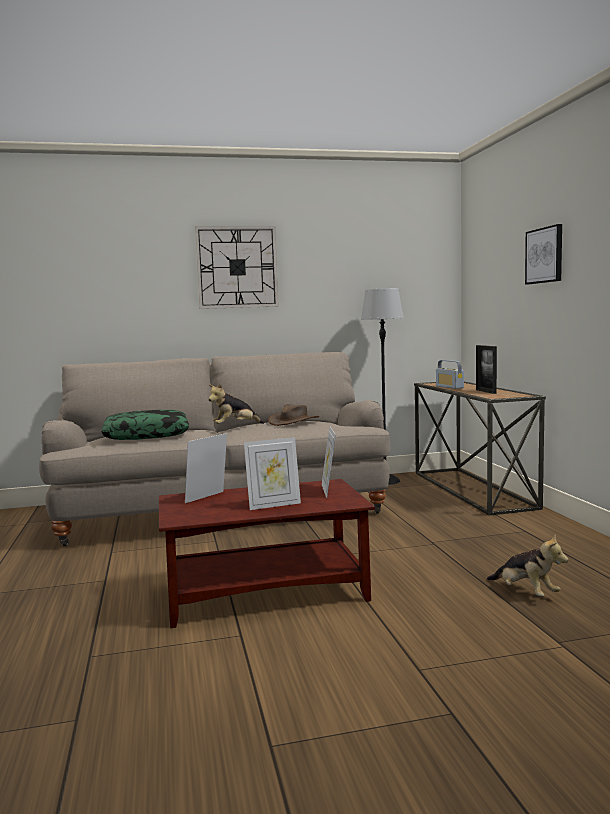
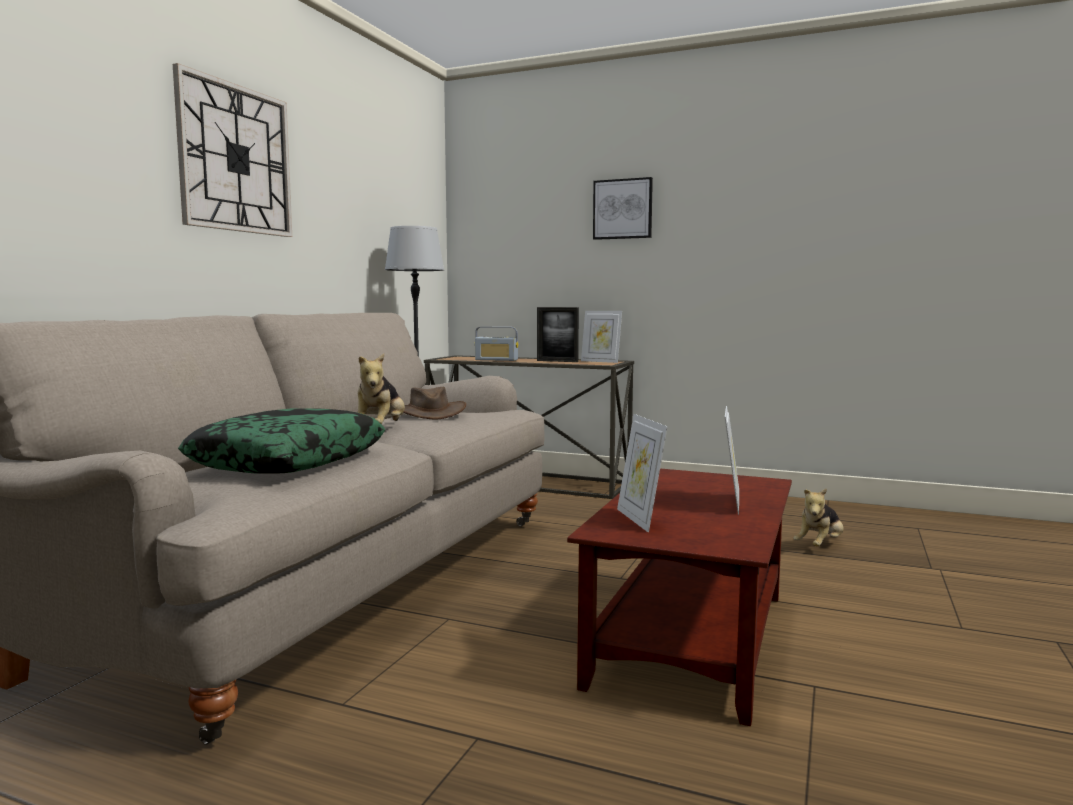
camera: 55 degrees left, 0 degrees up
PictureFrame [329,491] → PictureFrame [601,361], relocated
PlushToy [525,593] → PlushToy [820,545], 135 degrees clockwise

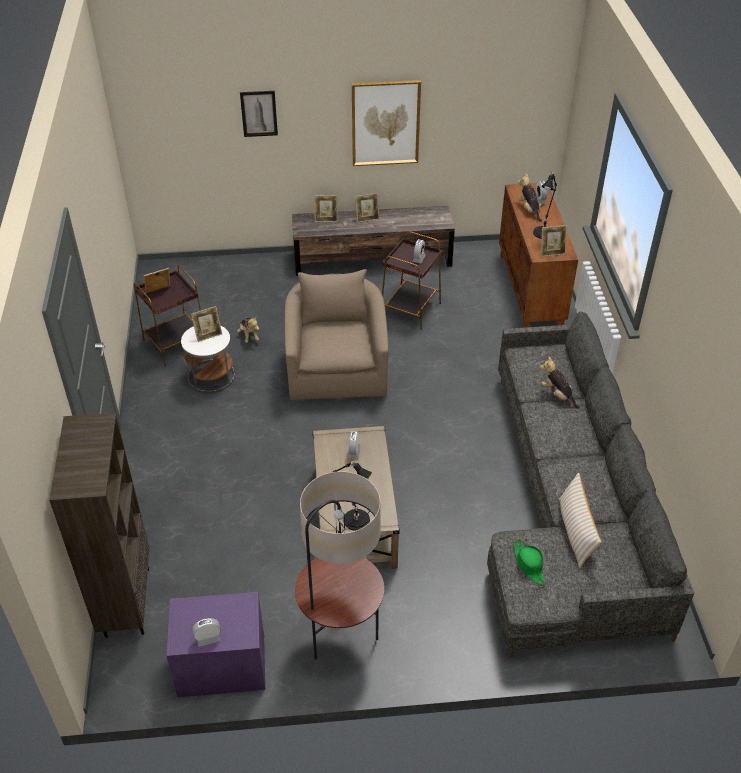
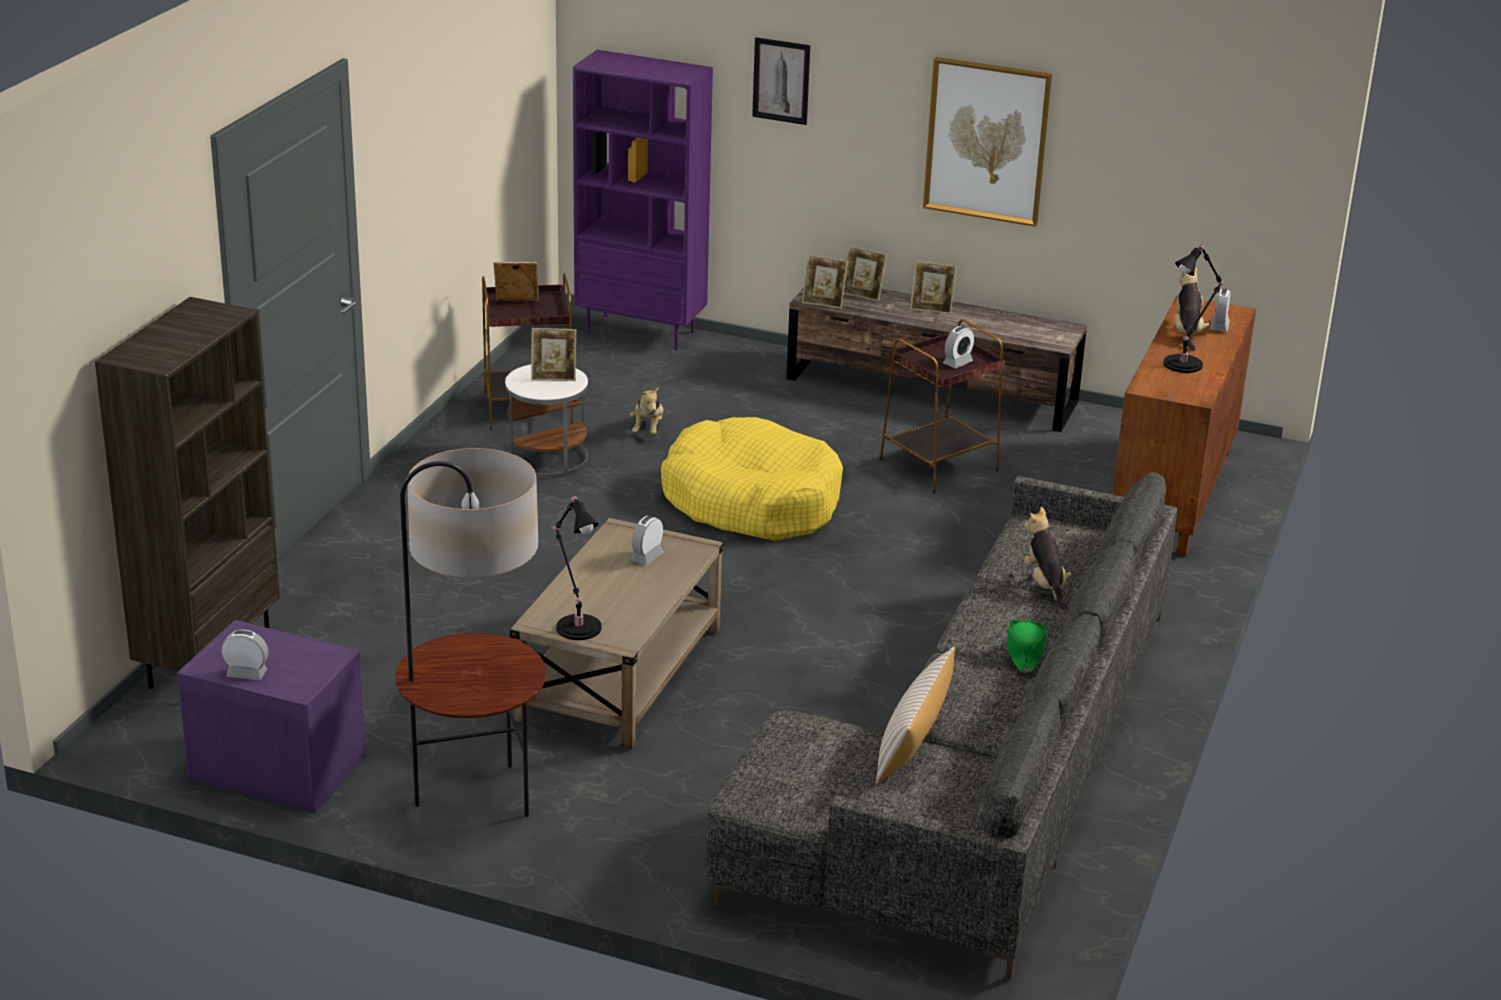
camera: 25 degrees right, 15 degrees down
- → PurpleBookcase [642,332]
GreenHat [529,565] → GreenHat [1024,651], relocated
PictureFrame [552,252] → PictureFrame [823,303], relocated
BeigeArmchair [337,368] → YellowDogBed [751,501]

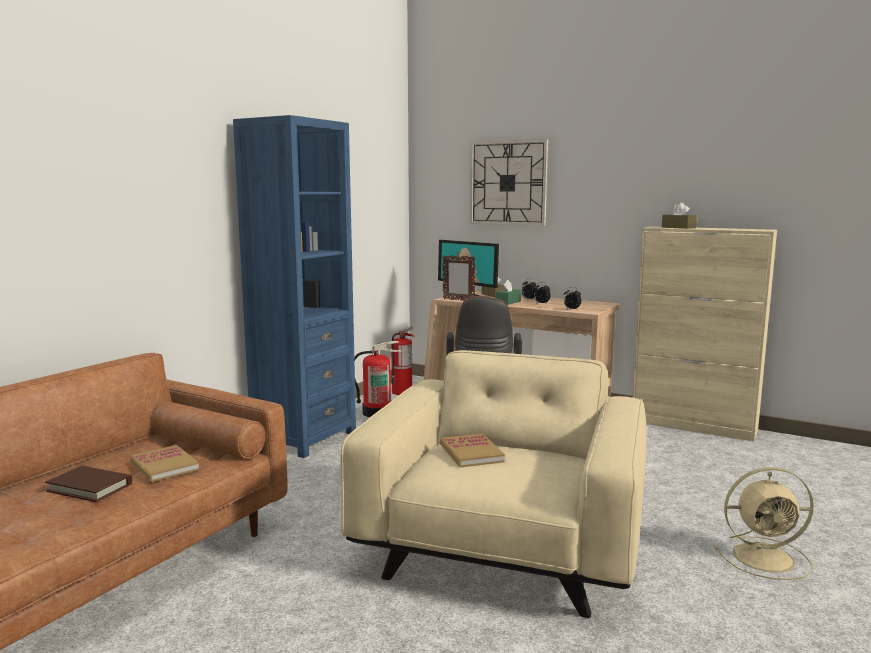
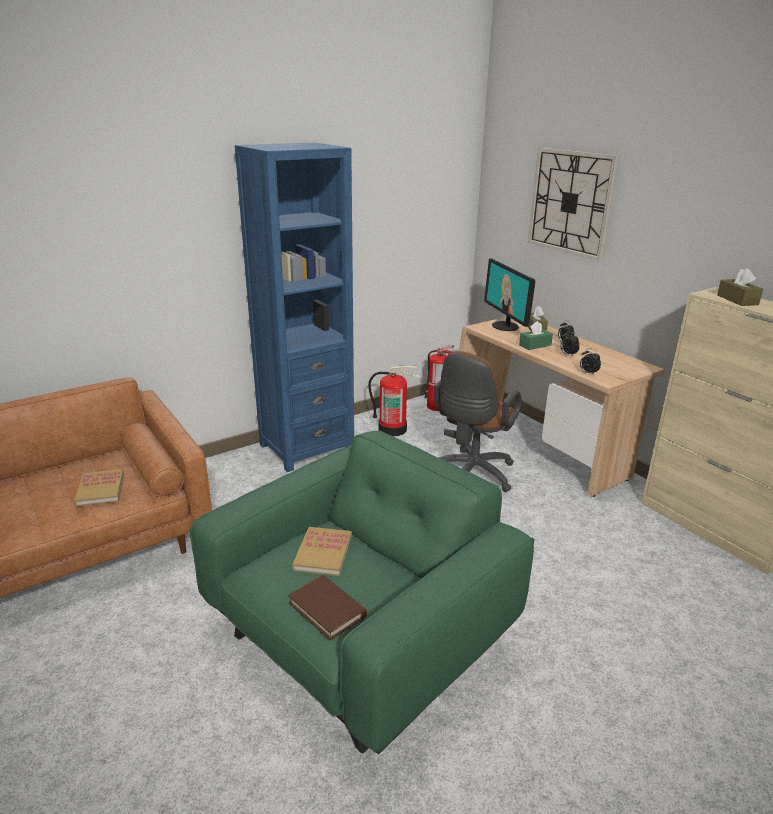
camera: 25 degrees right, 15 degrees up
PictureFrame [458,300] → -
BeigeFan [766,558] → -
BrownBook [90,487] → BrownBook [327,609], relocated
BeigeArmchair [503,548] → GreenArmchair [361,637]

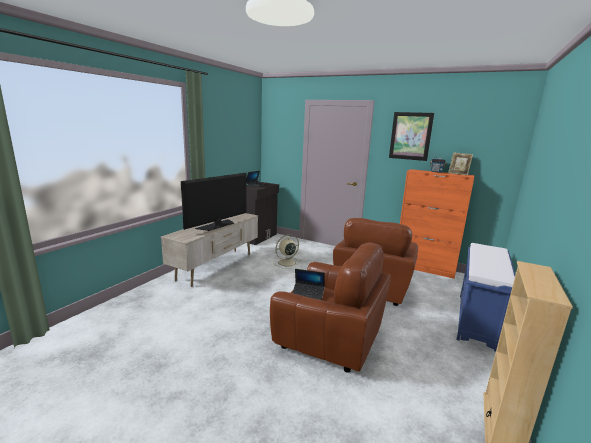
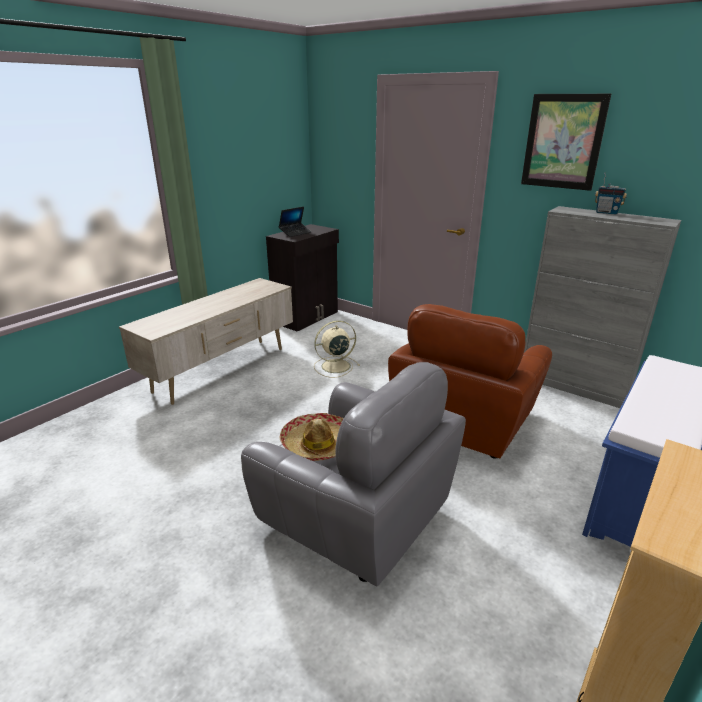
camera: 10 degrees right, 10 degrees up
Television [217,225] → -
PictureFrame [458,174] → -
Laptop [308,295] → Hat [317,444]
BrownArmchair [329,340] → GreyArmchair [355,517]
OrangeCabinet [424,268] → GreyCabinet [573,386]

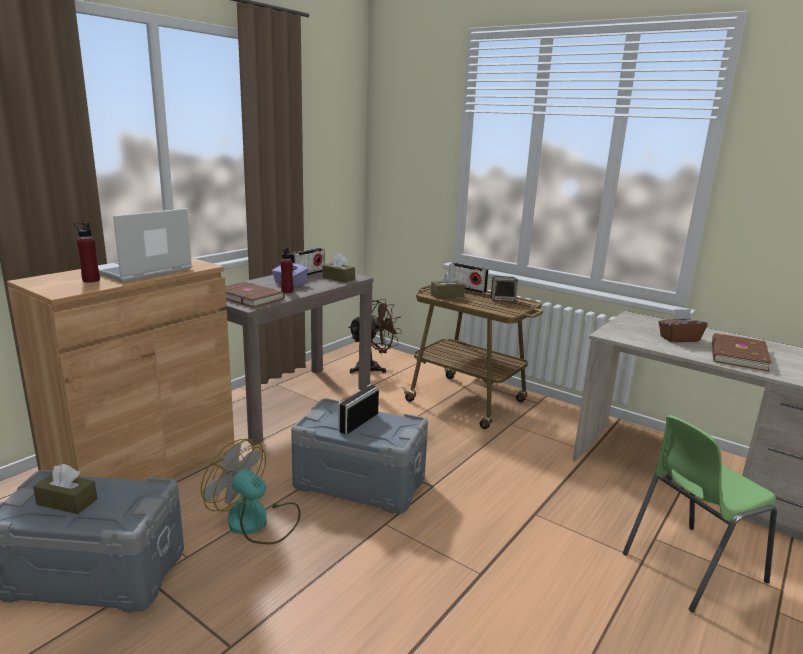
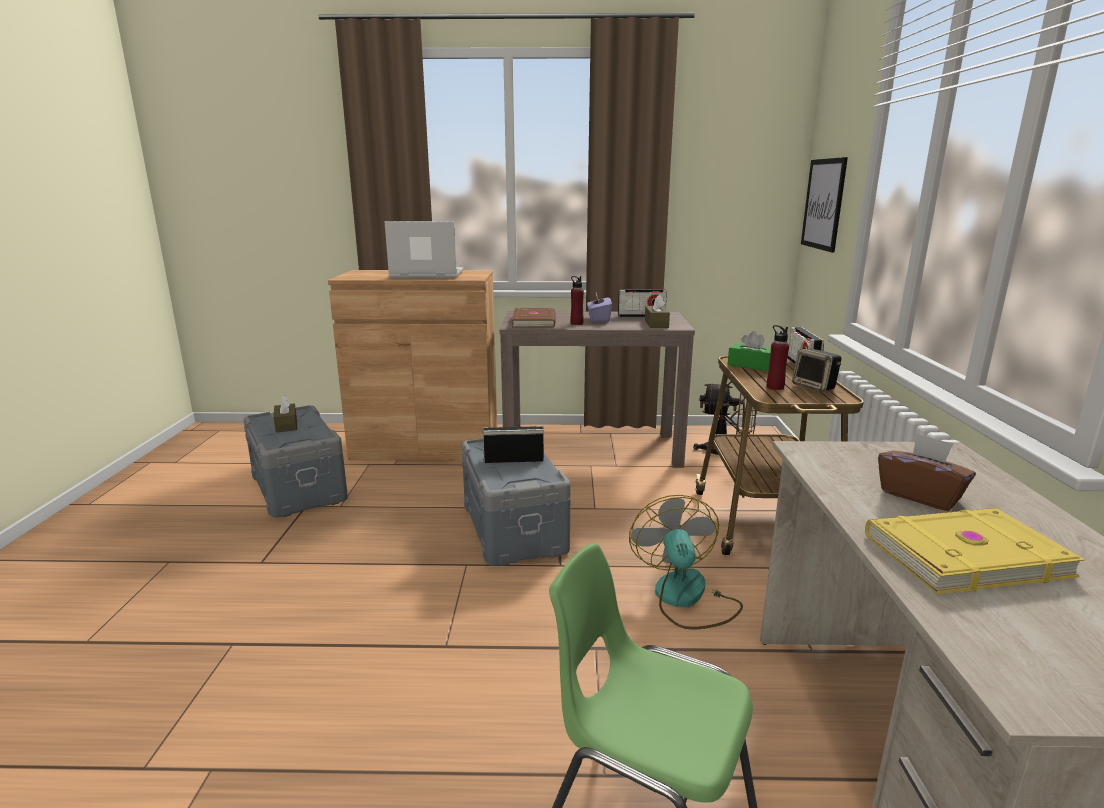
camera: 55 degrees right, 0 degrees up
- → Picture [823,204]
RedBottle [91,280] → RedBottle [775,387], relocated
Fan [257,522] → Fan [685,598], relocated
BrownTissueBox [447,295] → GreenTissueBox [751,365]
BrownBook [737,355] → YellowBook [962,553]

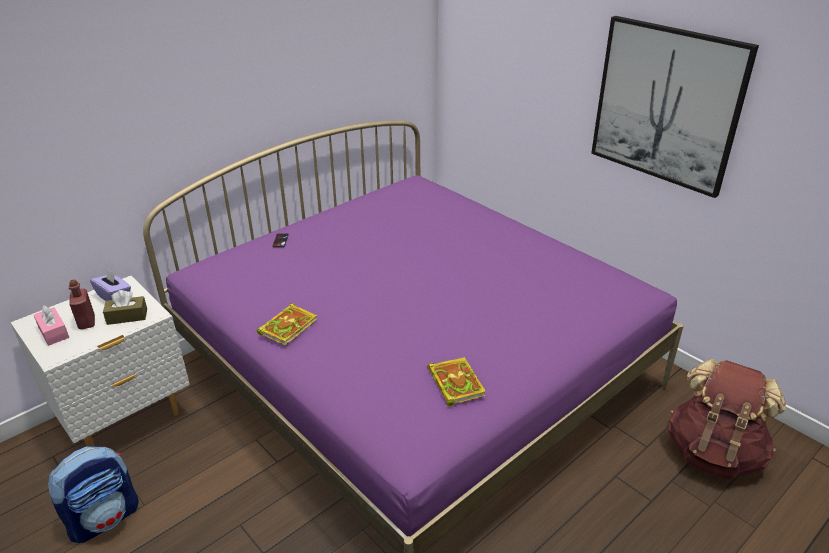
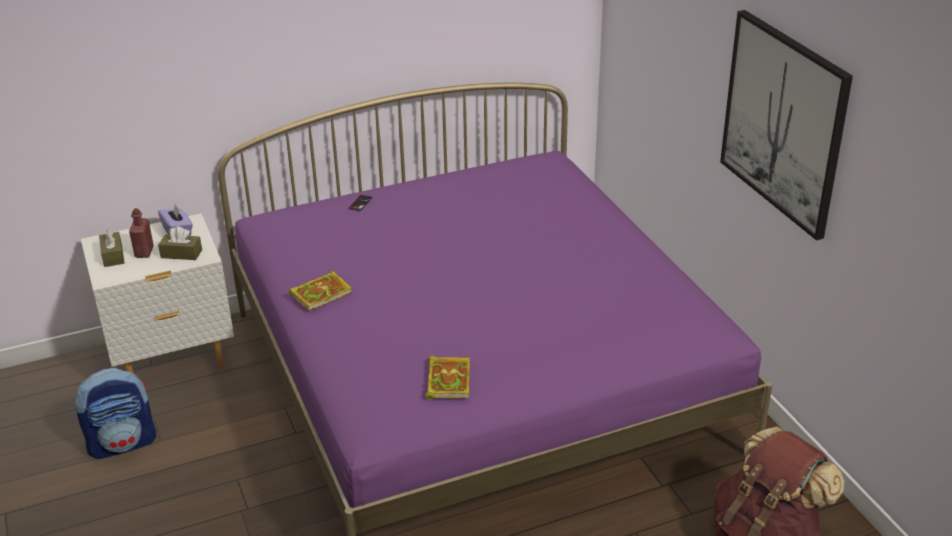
camera: 20 degrees right, 0 degrees up
PinkTissueBox [53,332] → BrownTissueBox [113,256]

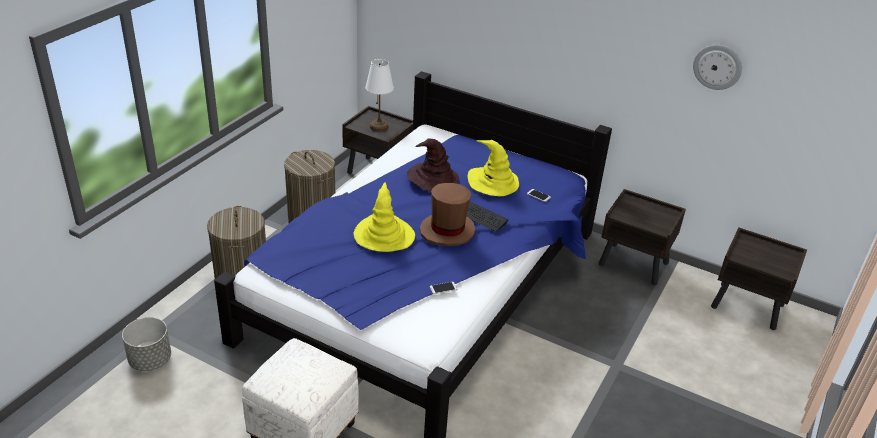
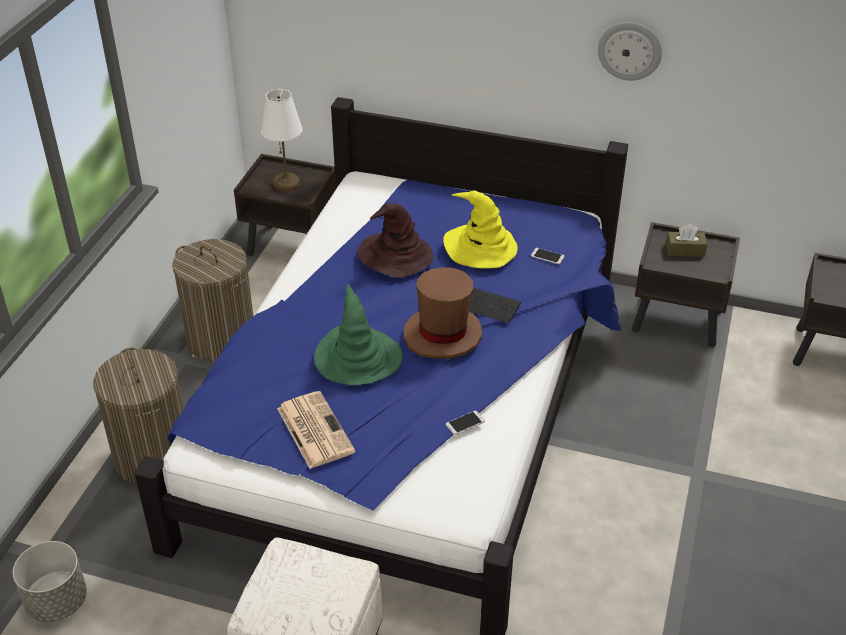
camera: 10 degrees left, 5 degrees up
- → Newspaper [314,429]
- → BrownTissueBox [685,250]
WallClock [717,66] → WallClock [629,50], relocated
YellowHat [384,235] → GreenHat [357,358]

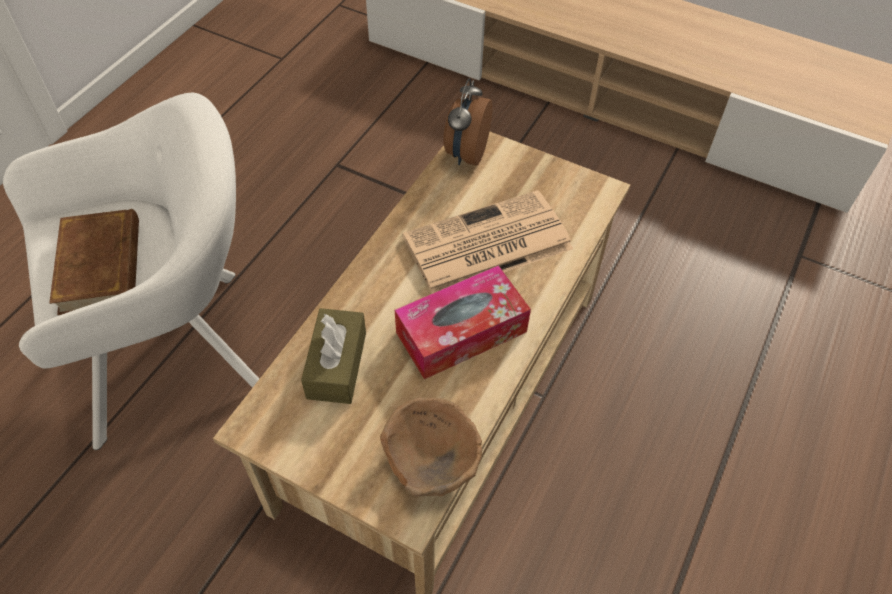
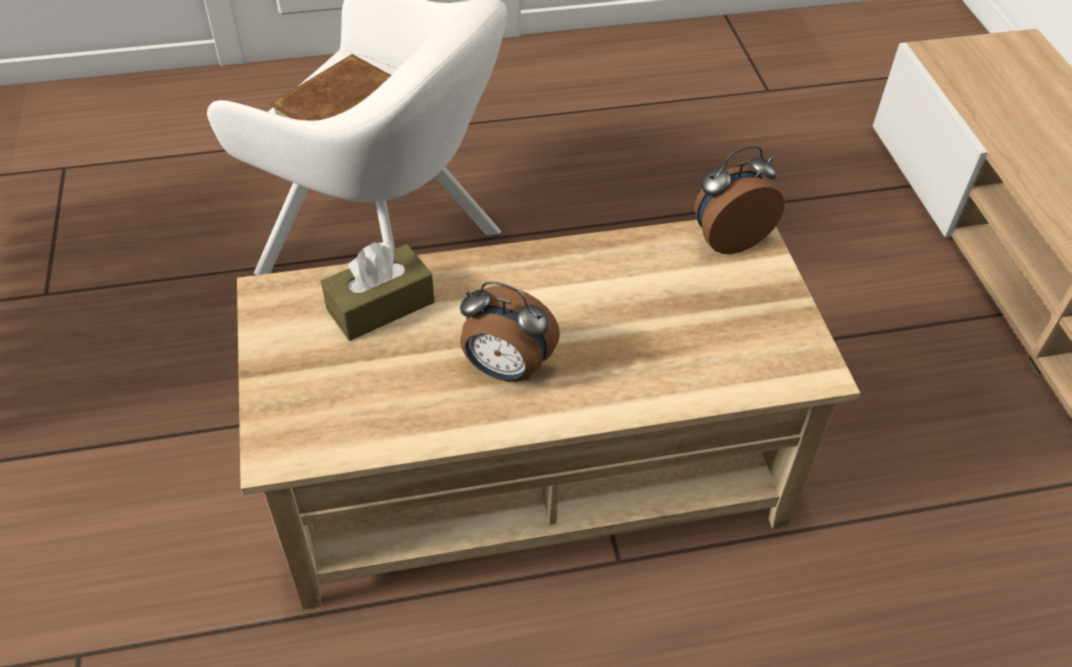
camera: 50 degrees right, 5 degrees down
BrownBowl [434,463] → -
Newspaper [485,245] → -
TissueBox [461,332] → AlarmClock [505,369]

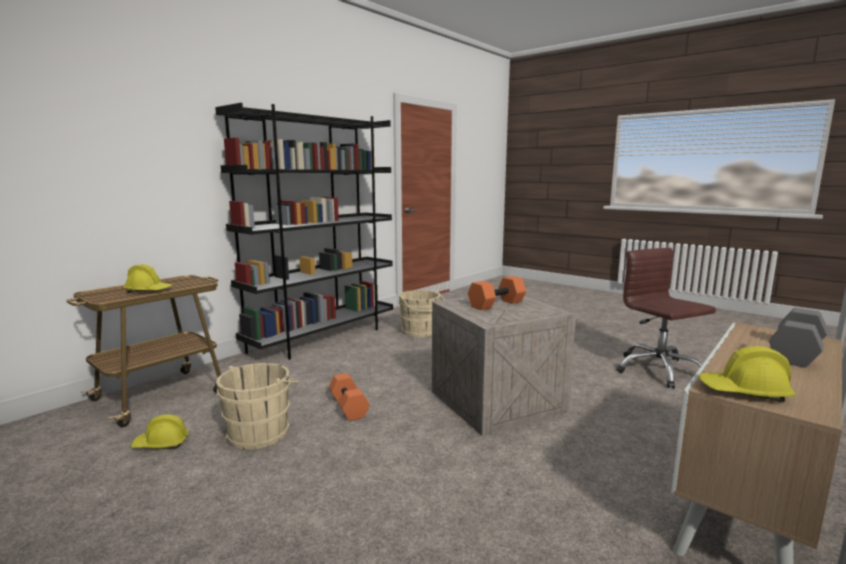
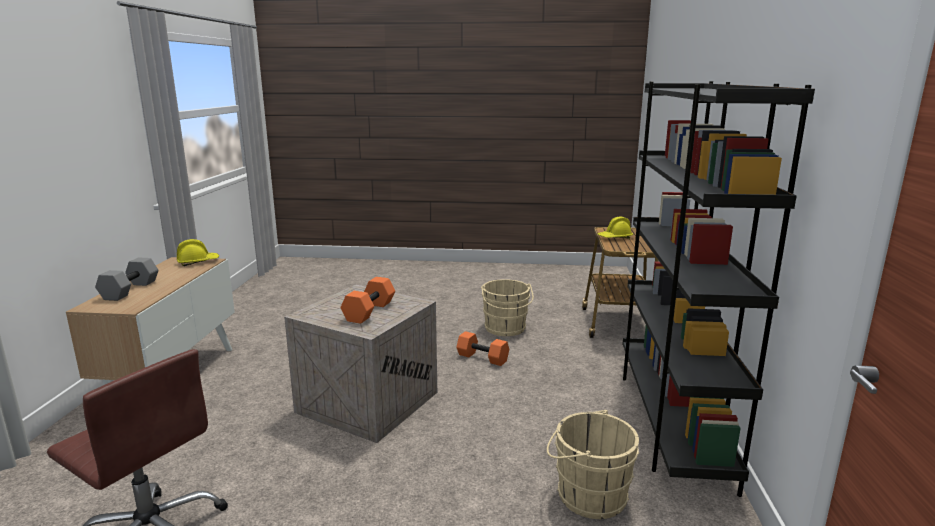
camera: 145 degrees right, 5 degrees up
YellowHardHat [161,444] → -

